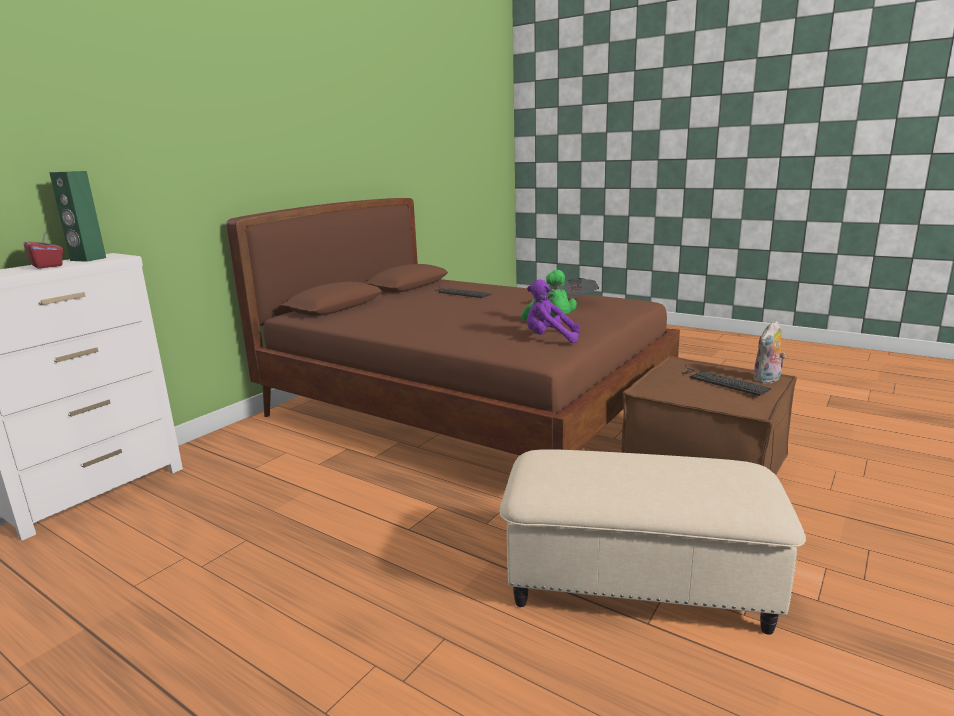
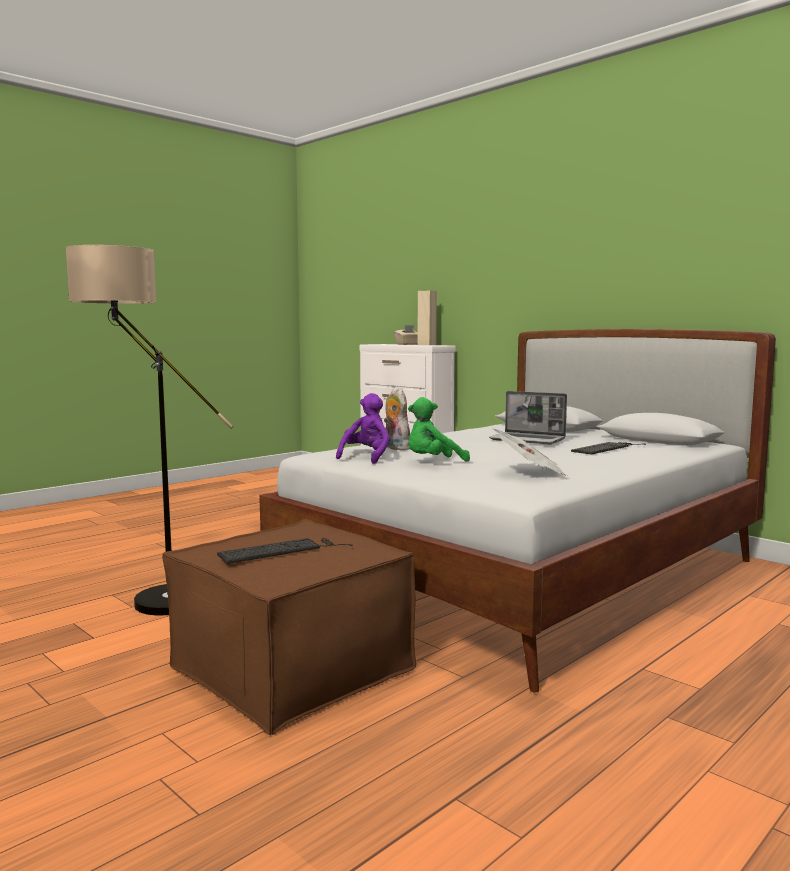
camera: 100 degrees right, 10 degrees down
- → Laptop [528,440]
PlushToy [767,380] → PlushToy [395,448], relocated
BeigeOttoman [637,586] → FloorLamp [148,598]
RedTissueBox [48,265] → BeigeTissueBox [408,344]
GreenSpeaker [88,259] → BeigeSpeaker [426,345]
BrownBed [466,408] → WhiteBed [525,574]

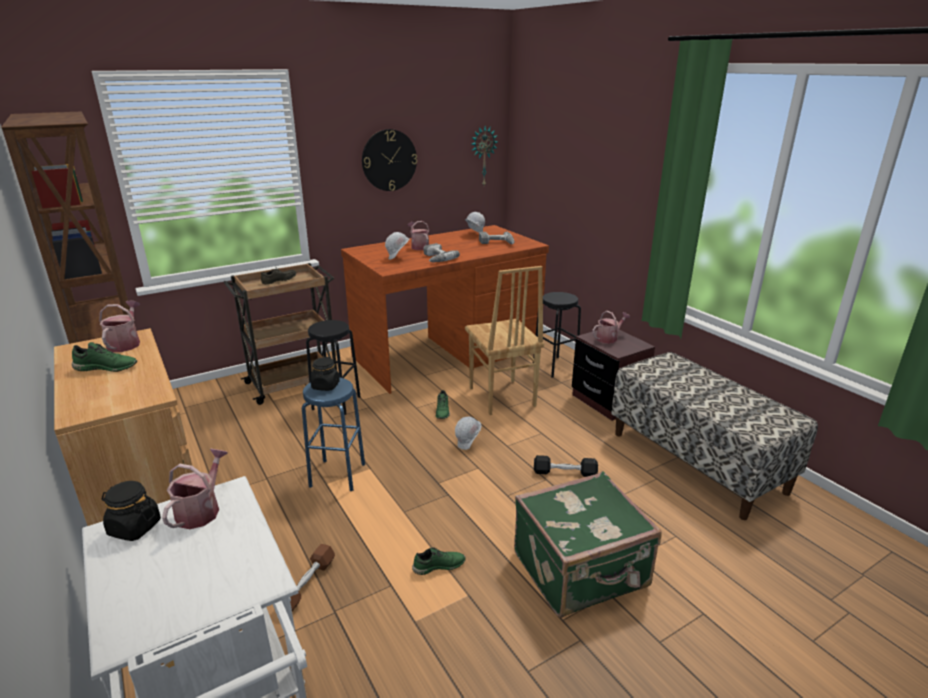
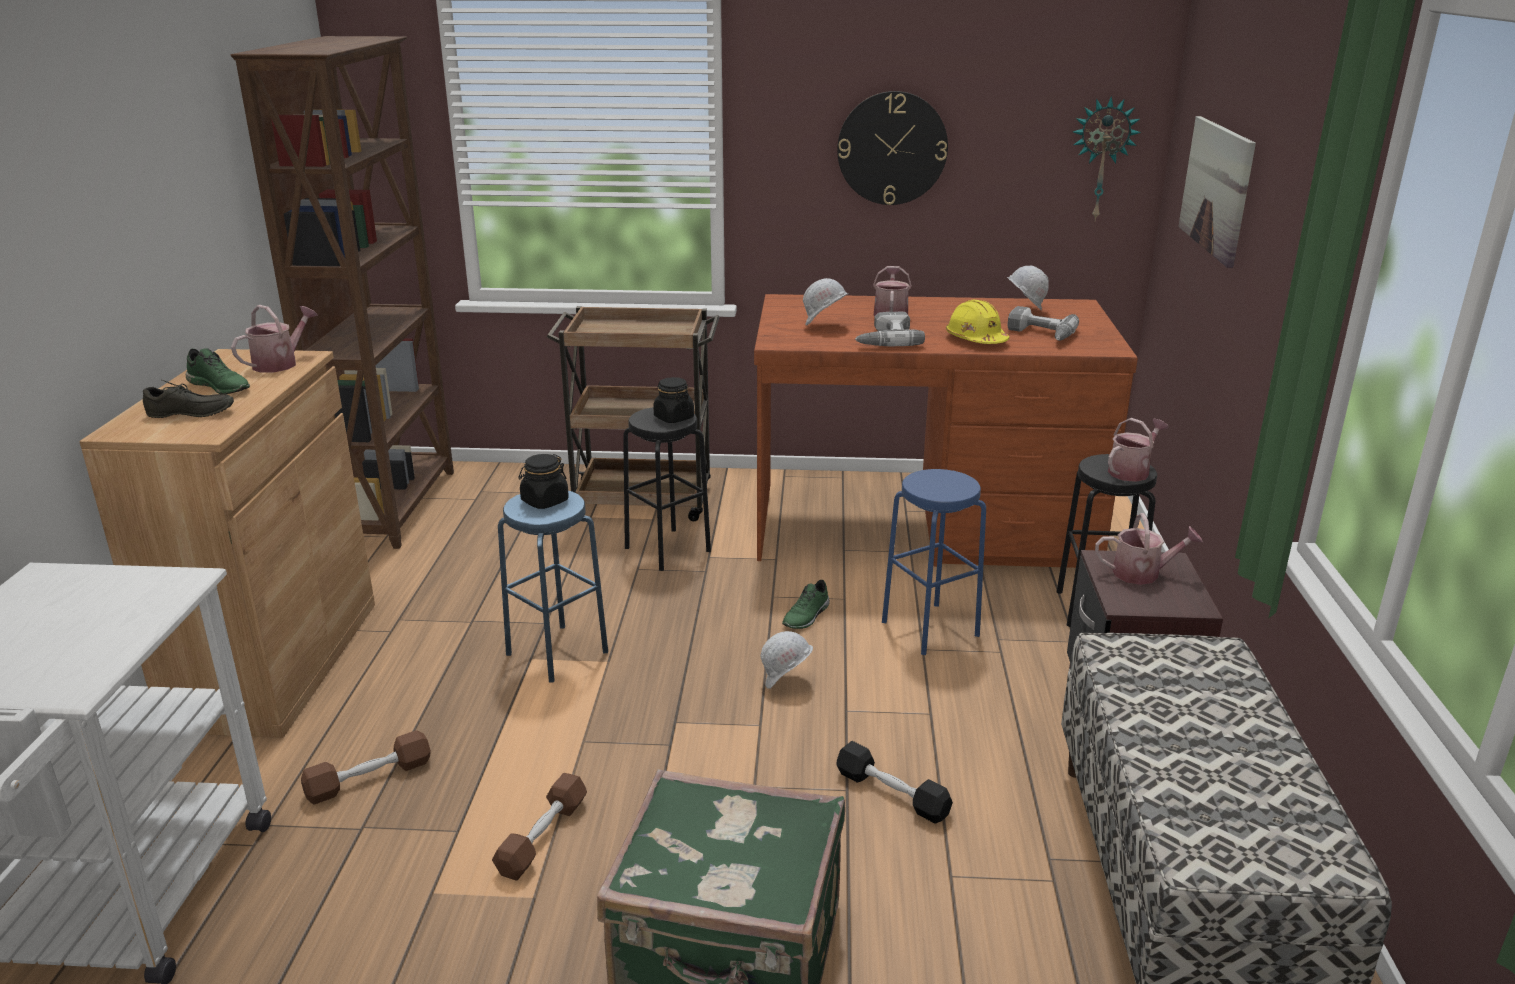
camera: 35 degrees right, 0 degrees up
- → YellowHardHat [976,339]
- → Picture [1216,188]
BlackJar [134,527] → BlackJar [673,418], relocated
WateringCan [201,510] → WateringCan [1132,471], relocated
GreyShoe [279,280] → GreyShoe [190,414], relocated
GreenShoe [438,565] → BrownDumbbell [542,837]
BrownChair [501,397] → BlueStool [930,628]

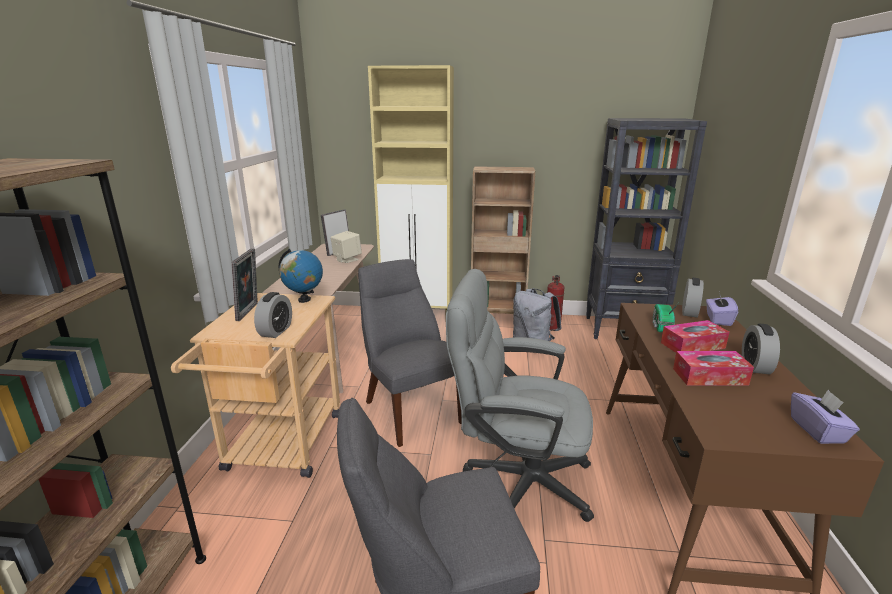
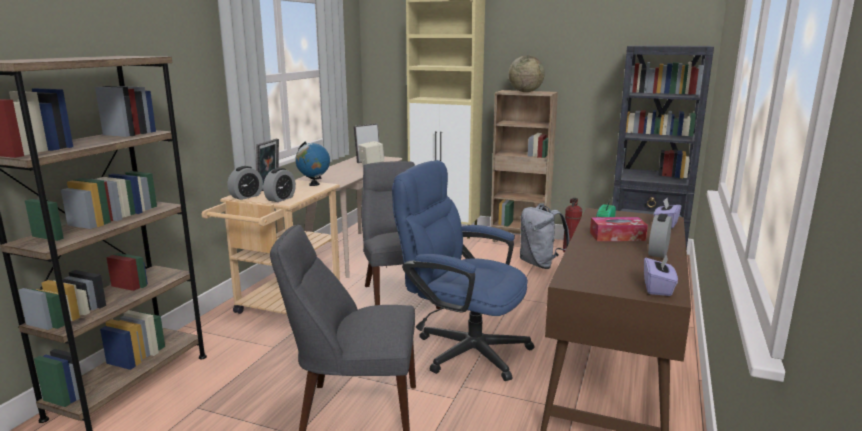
camera: 15 degrees right, 5 degrees down
TissueBox [709,376] → -
- → Globe [525,92]
AlarmClock [689,312] → AlarmClock [246,196], relocated
GreyOfficeChair [516,479] → BlueOfficeChair [462,348]

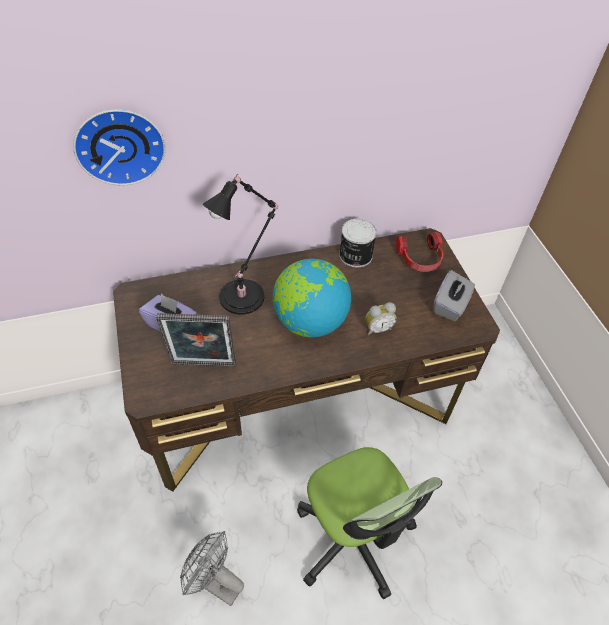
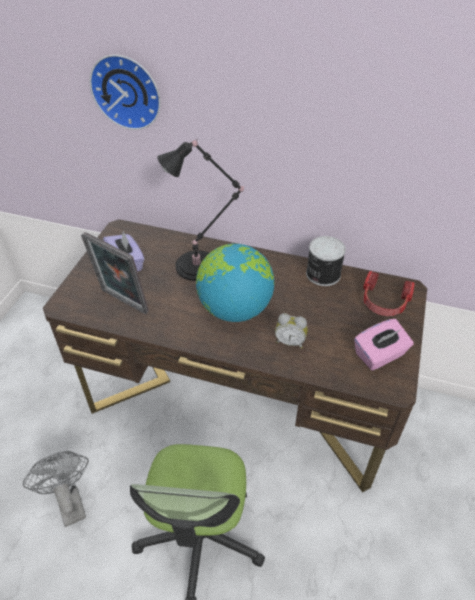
camera: 35 degrees right, 5 degrees down
GreyTissueBox [450,306] → PinkTissueBox [380,355]

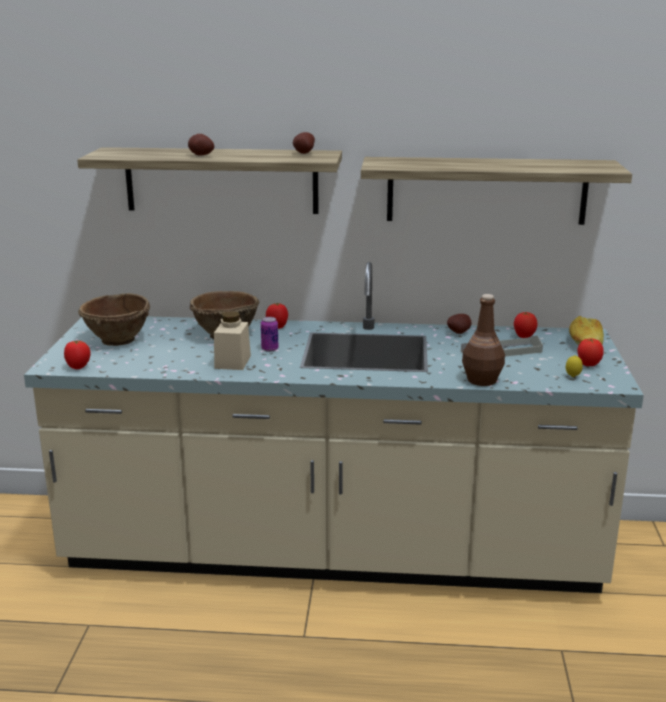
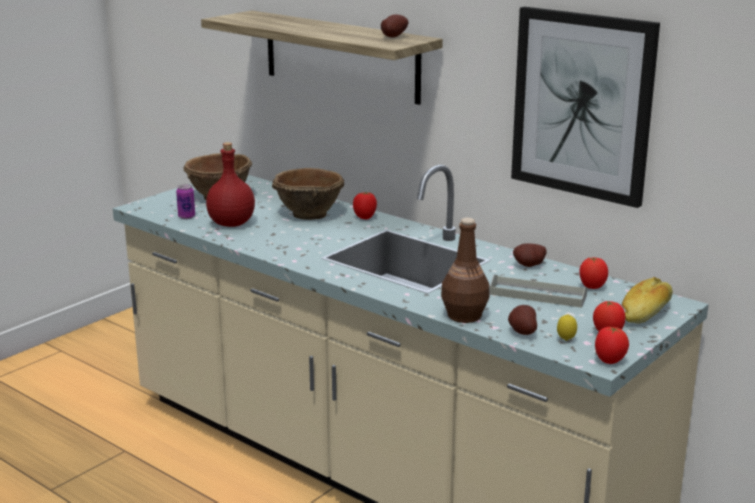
camera: 35 degrees right, 0 degrees up
BeigeJar [232,362] → -
- → RedBottle [232,223]
Tomato [78,367] → Tomato [609,361], relocated
Potato [200,155] → Potato [521,332], relocated
Can [270,349] → Can [186,217], relocated
Shelf [486,190] → Picture [582,105]

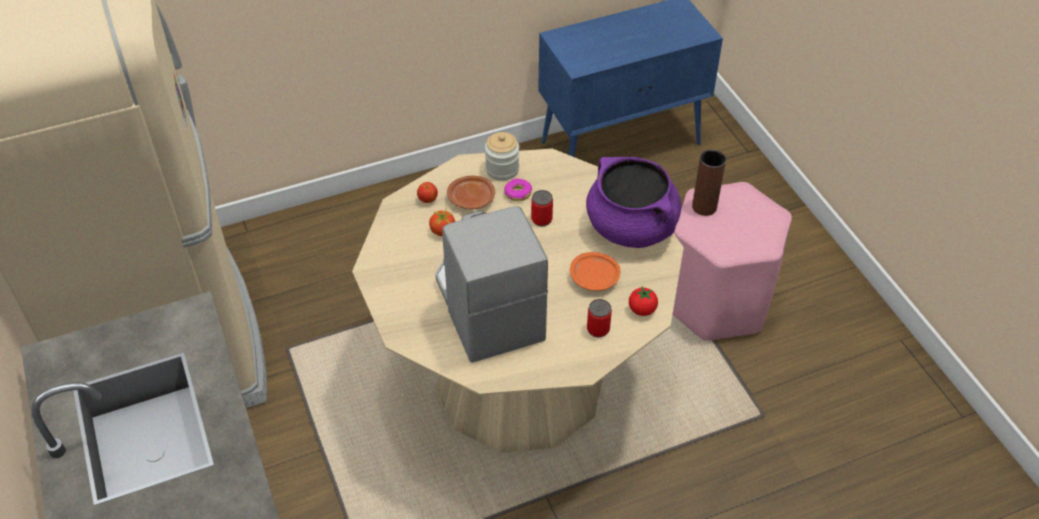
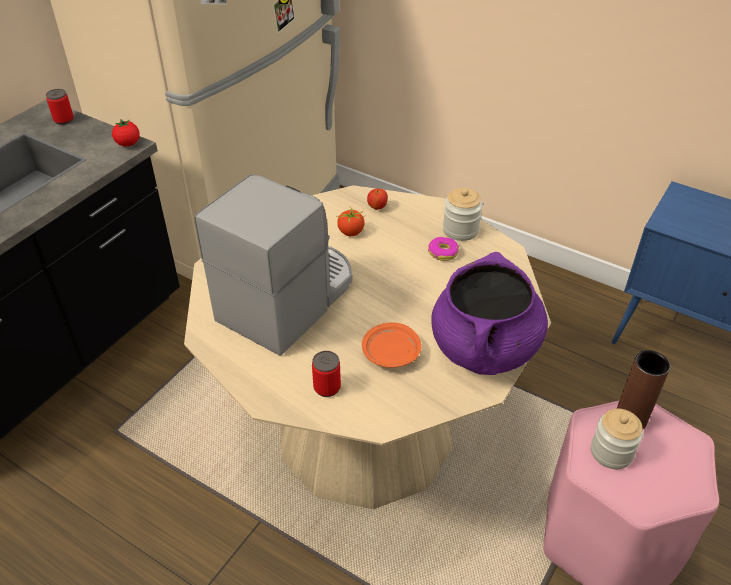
camera: 55 degrees right, 5 degrees down
BrownPlate [472,198] → -
- → Jar [611,452]
Can [541,219] → Can [64,120], relocated
Tomato [642,310] → Tomato [128,144], relocated

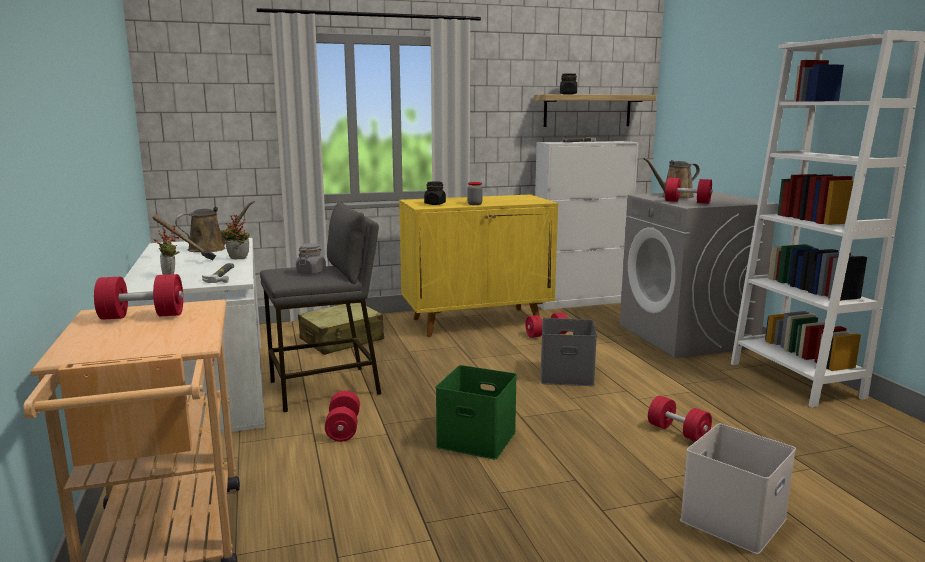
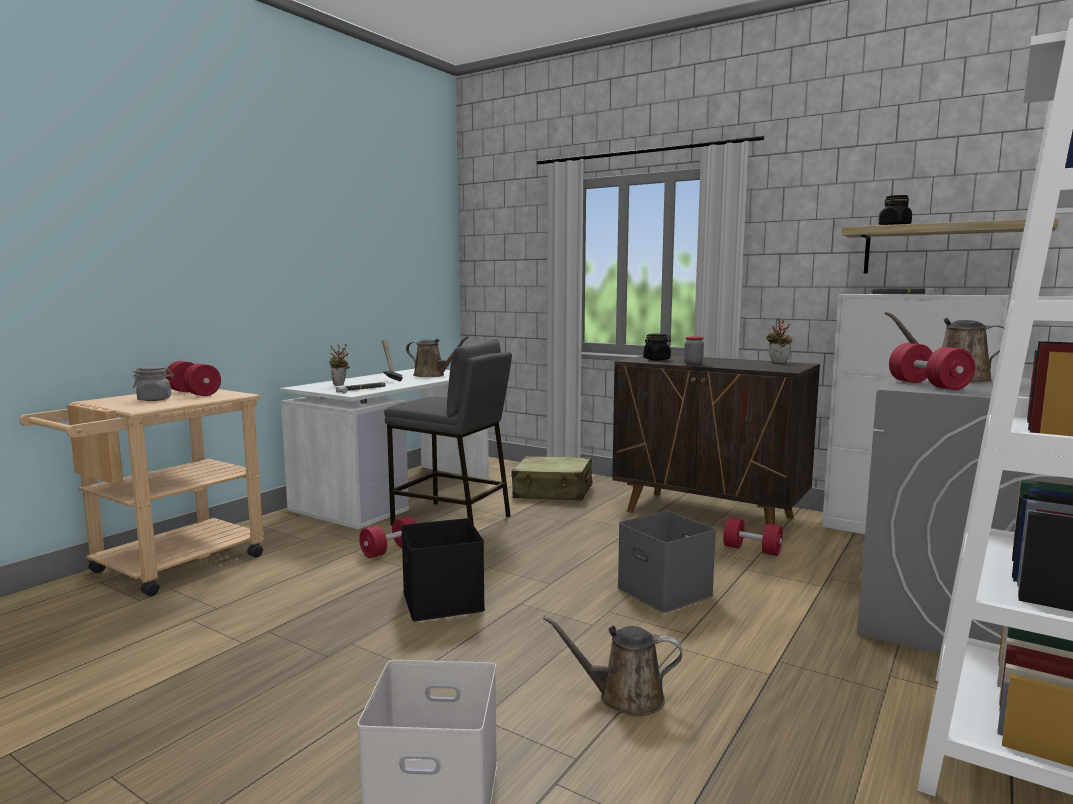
camera: 50 degrees right, 5 degrees down
PottedPlant [237,259] → PottedPlant [777,362], relocated
GreyJar [311,272] → GreyJar [155,399], relocated
RedDumbbell [678,432] → BrownWateringCan [624,697]
YellowCabinet [477,322] → BrownCabinet [710,514]
GreenStorageBox [474,439] → BlackStorageBox [441,600]

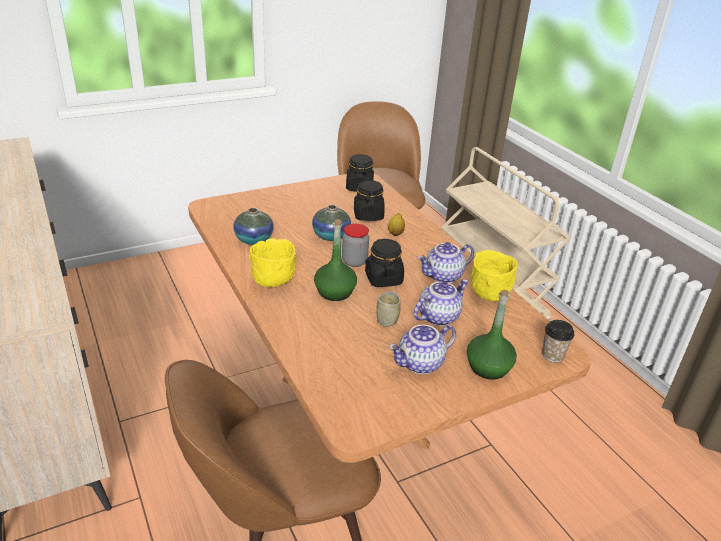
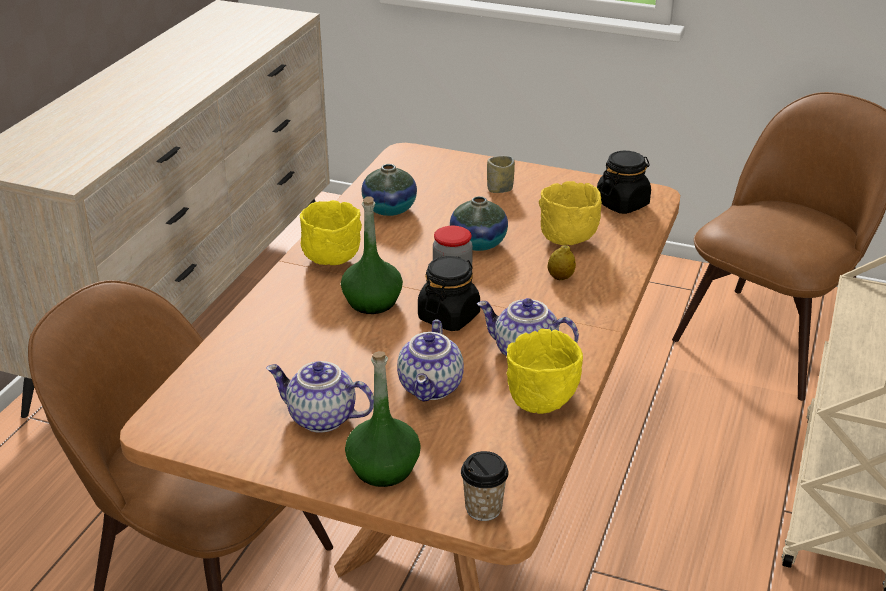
camera: 50 degrees right, 0 degrees up
Cup [387,321] → Cup [500,189], relocated
BlackJar [368,215] → YellowBowl [568,241]
Teapot [438,316] → Teapot [432,387], 90 degrees clockwise

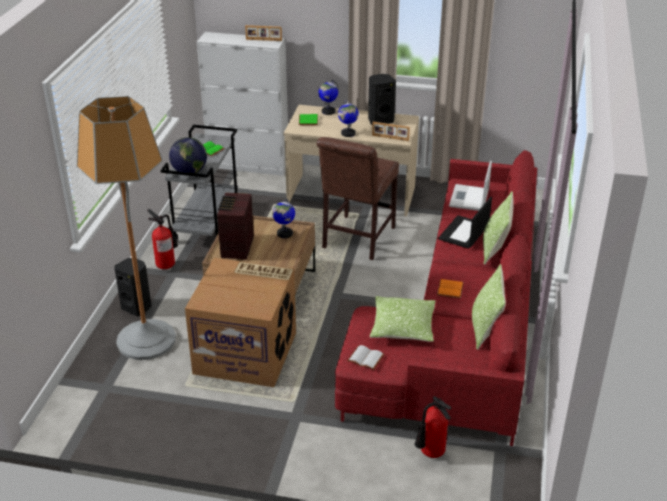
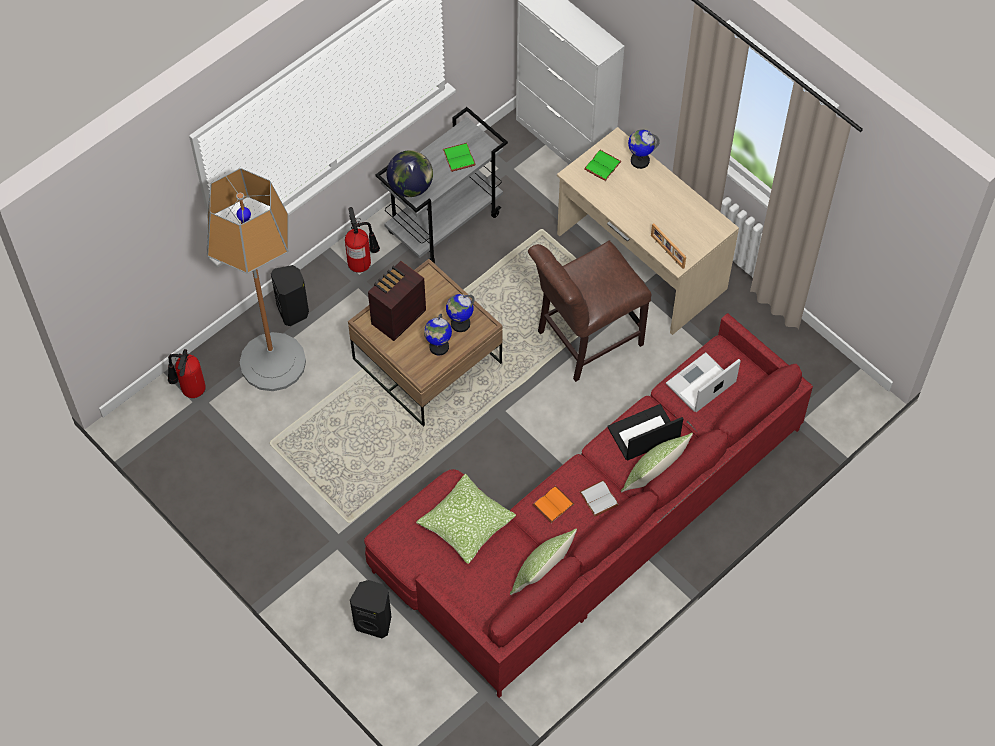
camera: 35 degrees right, 25 degrees up
CardboardBox [247,352] → -
PictureFrame [263,40] → -
Globe [348,133] → Globe [438,347], relocated
WhiteBook [364,359] → WhiteBook [597,498], relocated
BlackSpeaker [380,120] → BlackSpeaker [374,621], relocated
FireExtinguisher [430,454] → FireExtinguisher [190,391], relocated

